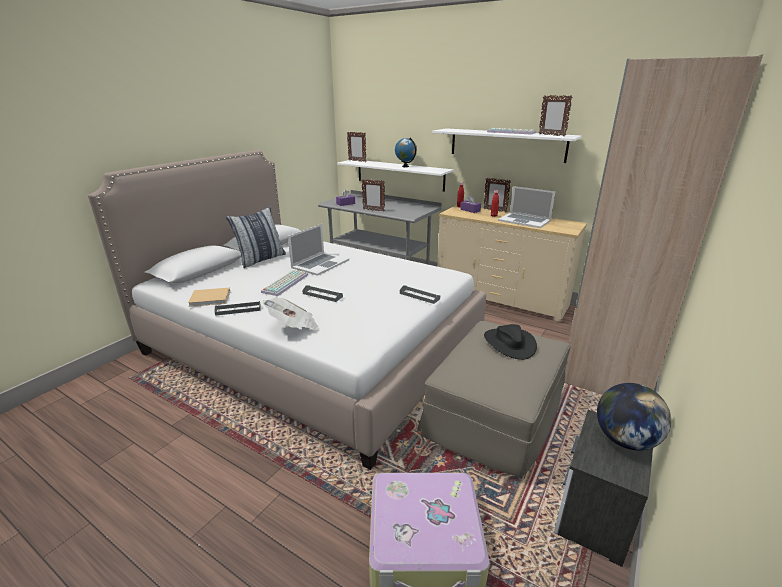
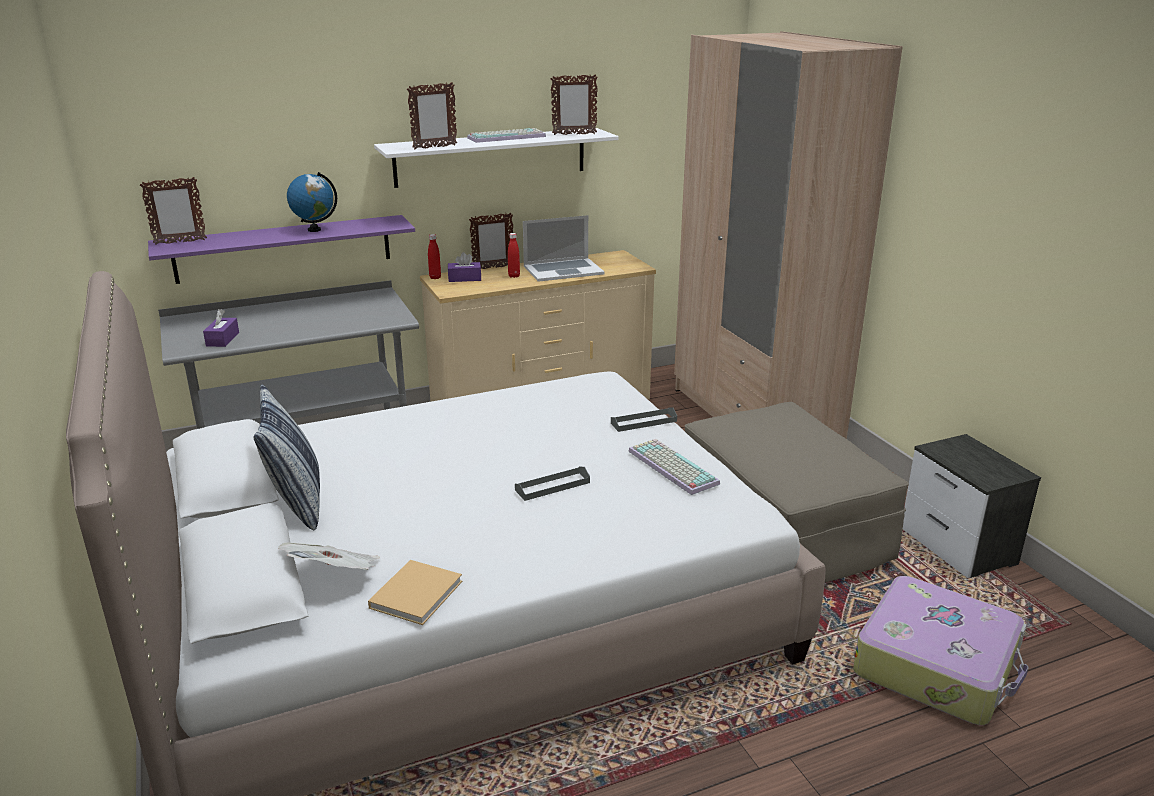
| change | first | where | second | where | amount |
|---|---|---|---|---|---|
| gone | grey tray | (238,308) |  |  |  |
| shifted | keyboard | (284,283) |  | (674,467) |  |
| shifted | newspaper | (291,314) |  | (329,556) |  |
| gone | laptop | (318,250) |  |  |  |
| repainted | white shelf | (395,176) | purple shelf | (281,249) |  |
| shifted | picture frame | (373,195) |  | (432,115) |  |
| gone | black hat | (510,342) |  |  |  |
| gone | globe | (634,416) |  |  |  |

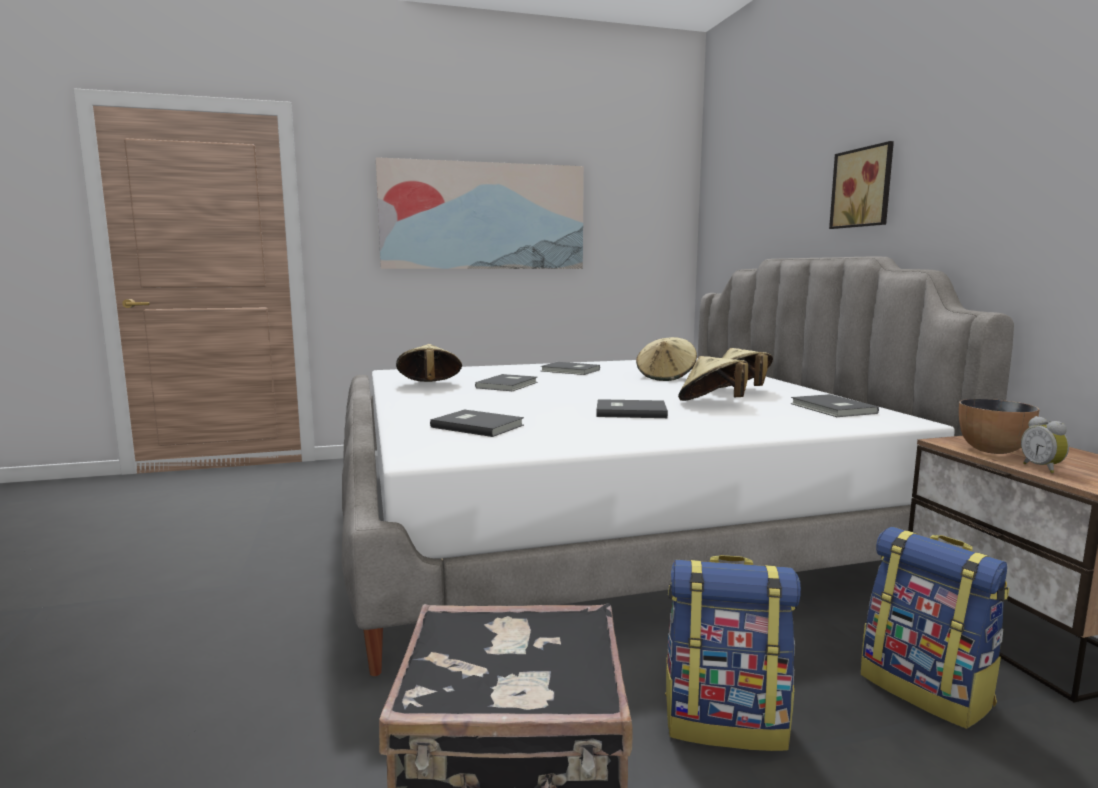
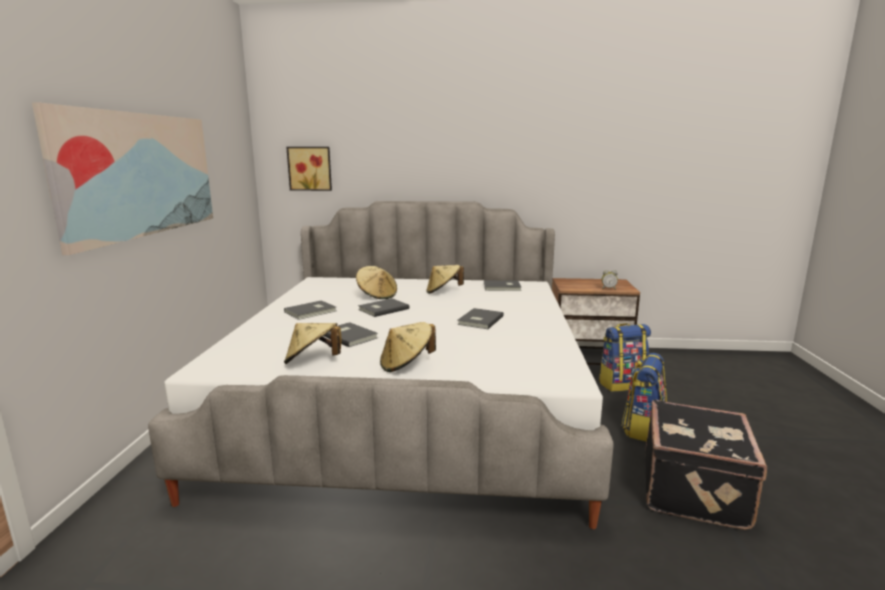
| change | first | where | second | where | amount |
|---|---|---|---|---|---|
| shifted | grey book | (477,423) |  | (383,307) |  |
| shifted | beige hat | (713,378) |  | (408,347) |  |
| shifted | picture | (861,185) |  | (309,169) |  |
| gone | bowl | (999,426) |  |  |  |

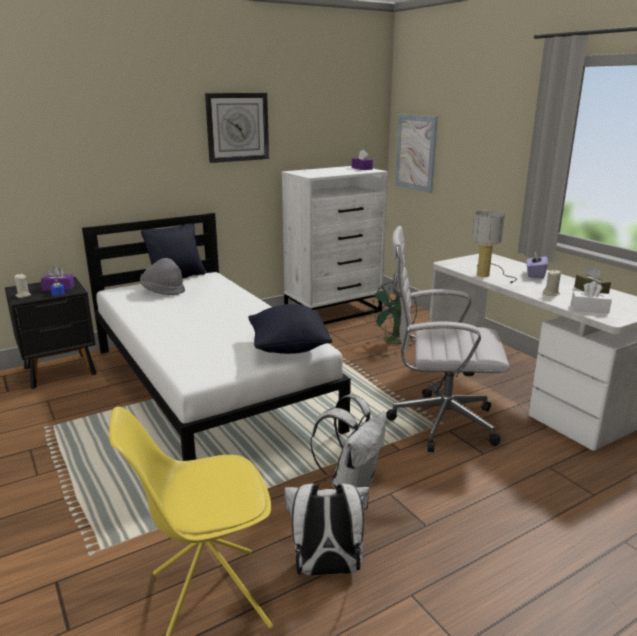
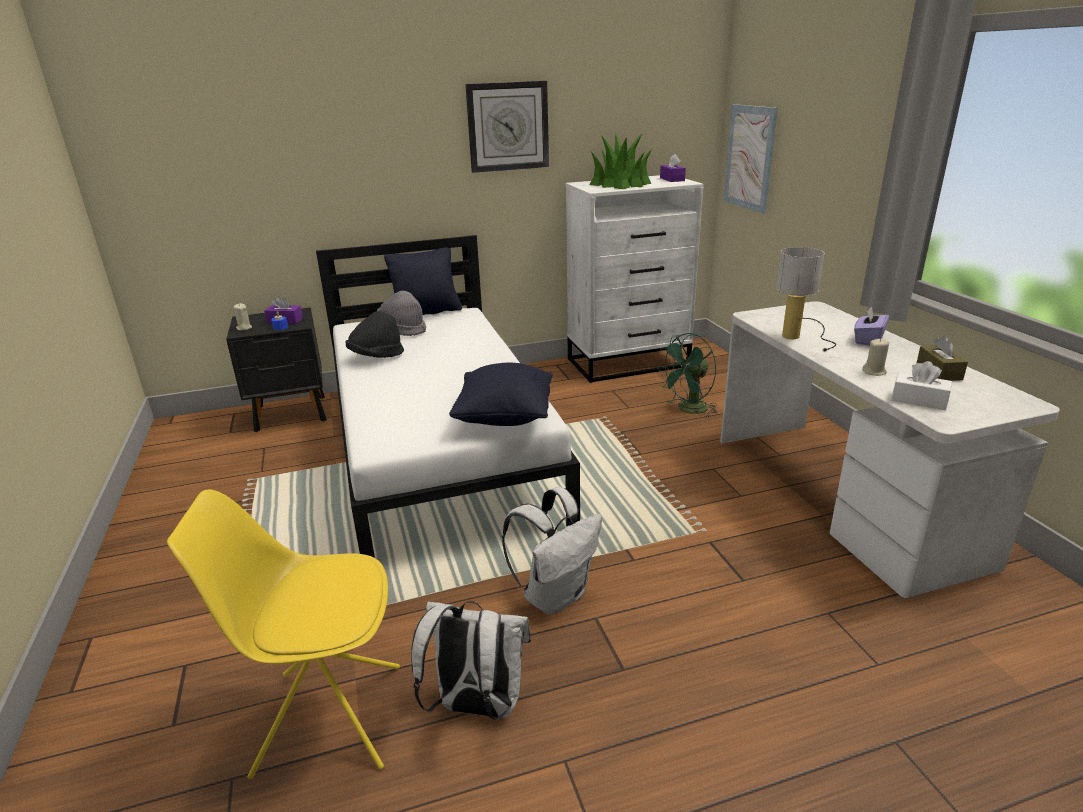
| change | first | where | second | where | amount |
|---|---|---|---|---|---|
| gone | white office chair | (448,339) |  |  |  |
| new |  |  | black hat | (374,334) |  |
| new |  |  | potted plant | (620,161) |  |

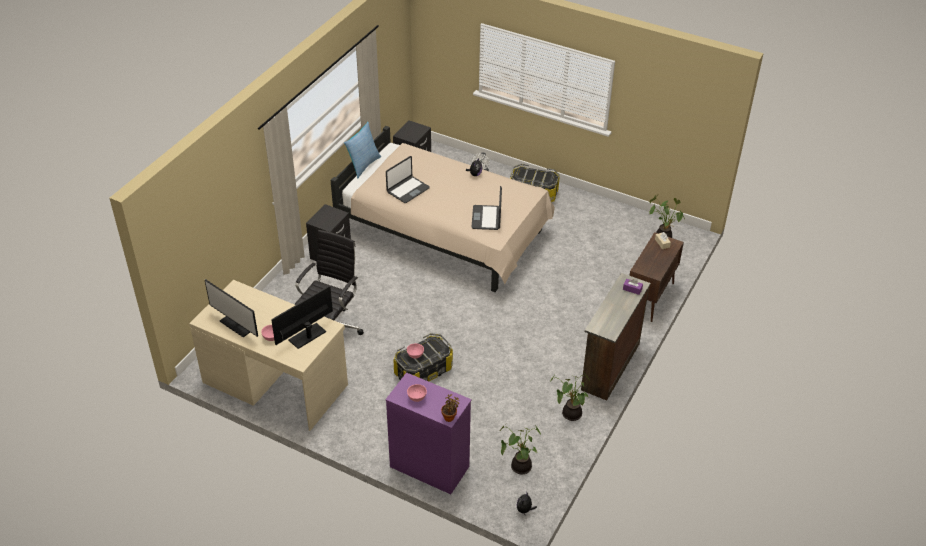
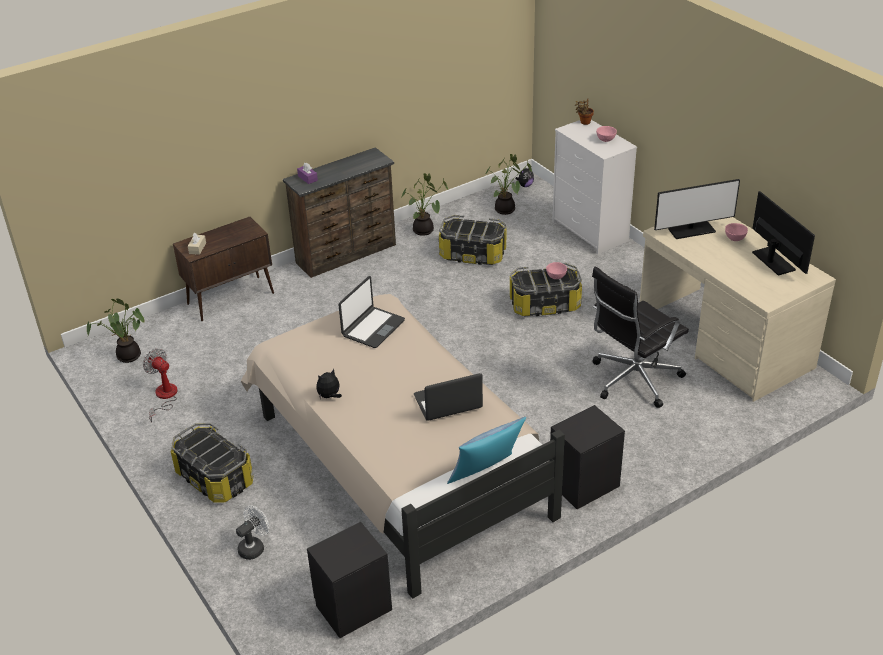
| change | first | where | second | where | amount |
|---|---|---|---|---|---|
| repainted | purple dresser | (428,433) | white dresser | (594,187) |  |
| new |  |  | fan | (160,385) |  |
| new |  |  | storage box | (472,240) |  |

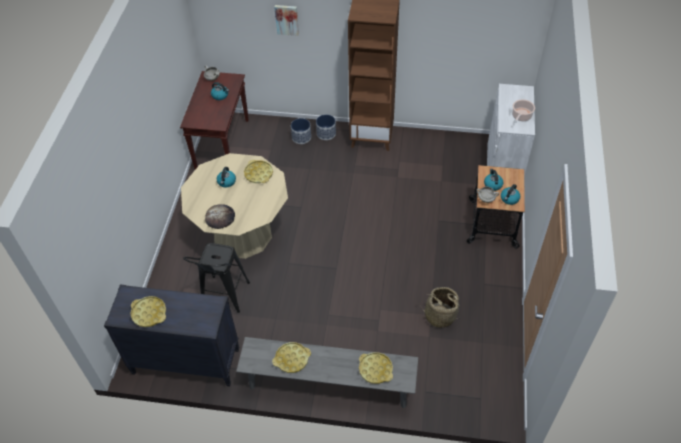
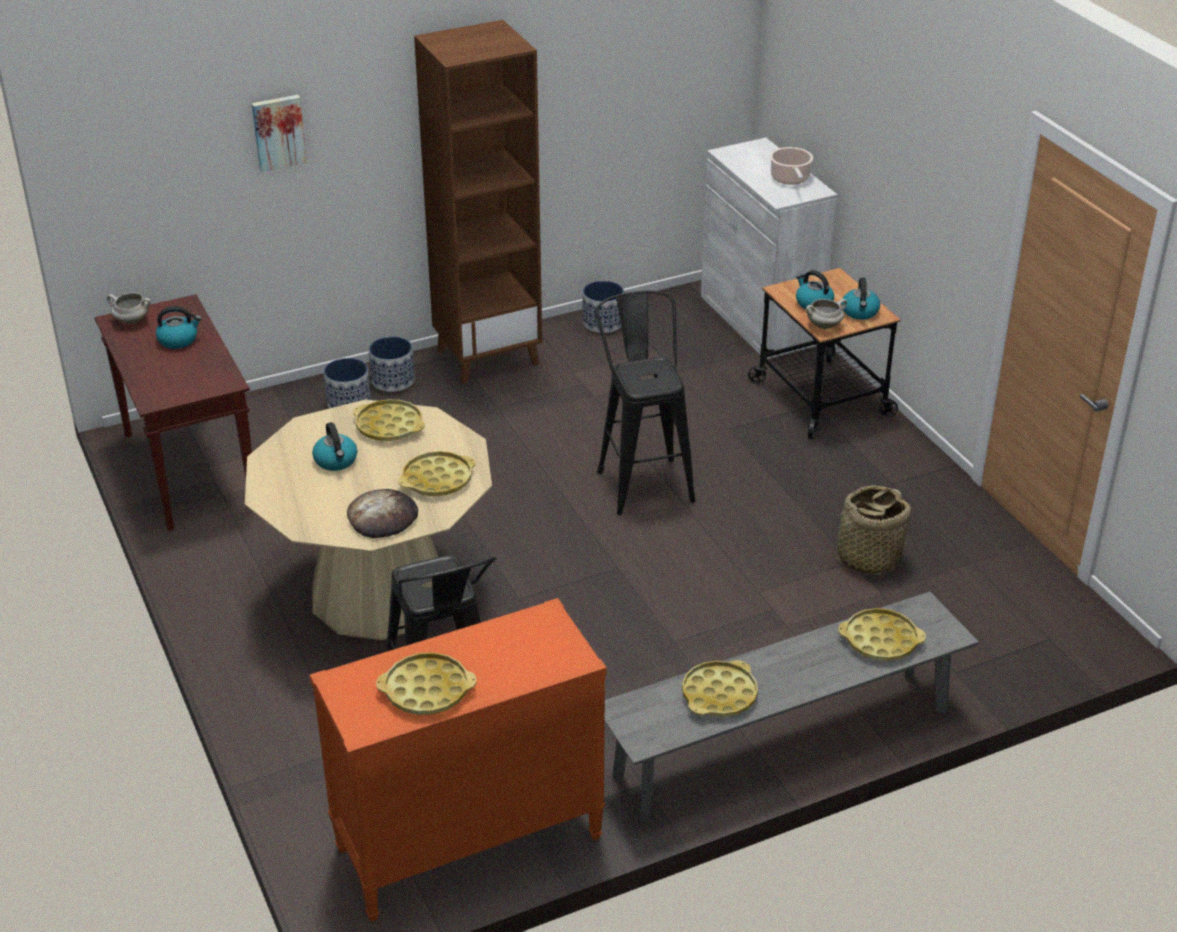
| change | first | where | second | where | amount |
|---|---|---|---|---|---|
| repainted | black dresser | (171,335) | orange dresser | (458,760) |  |
| new |  |  | yellow tray | (436,474) |  |
| new |  |  | planter | (603,307) |  |
| new |  |  | black stool | (645,402) |  |

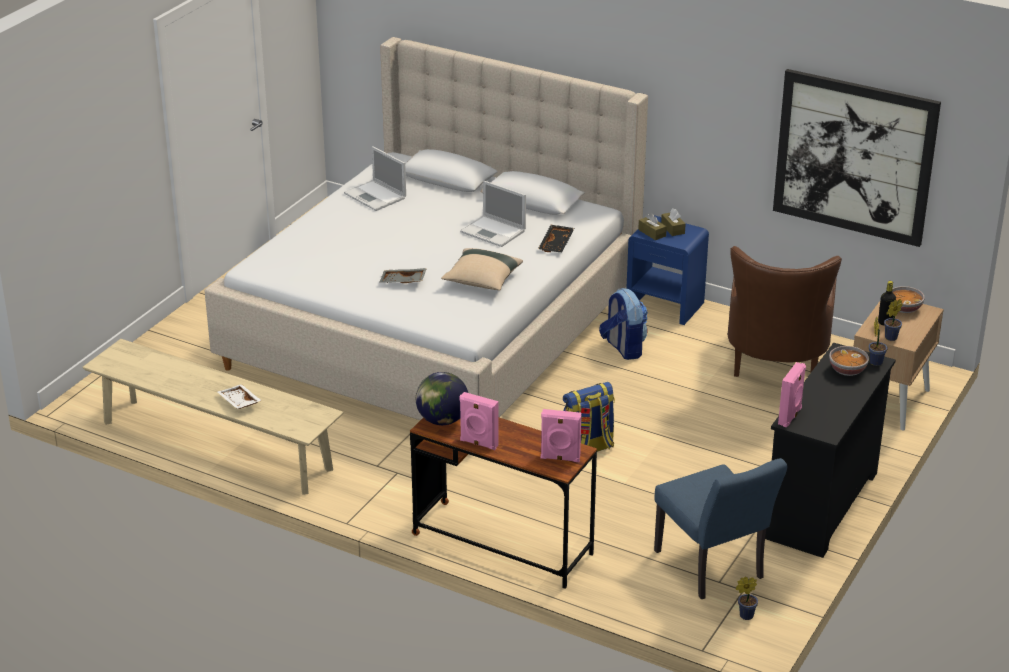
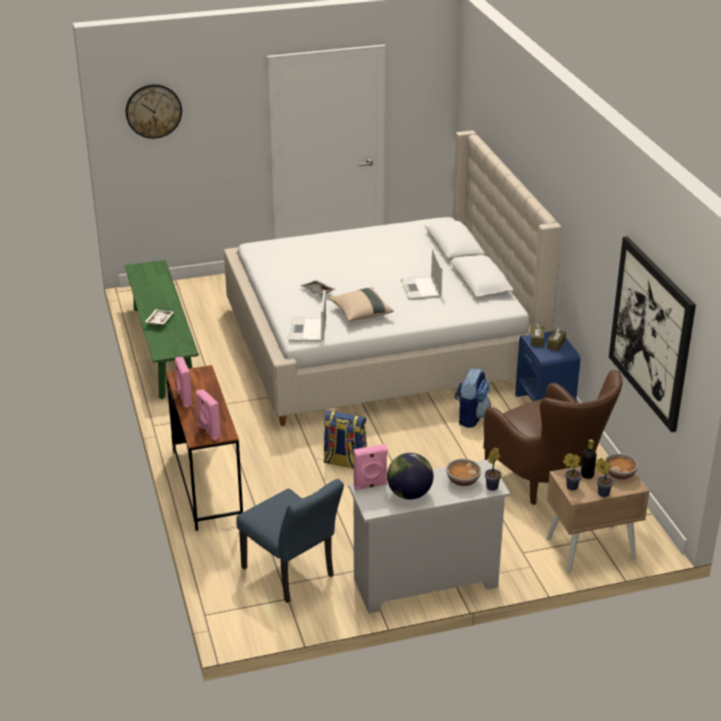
| change | first | where | second | where | amount |
|---|---|---|---|---|---|
| repainted | beige bench | (213,417) | green bench | (162,329) |  |
| shifted | laptop | (375,178) |  | (307,316) |  |
| shifted | globe | (442,398) |  | (410,476) |  |
| gone | black tray | (556,238) |  |  |  |
| rotated | blue chair | (720,528) |  | (290,541) | 60 degrees counterclockwise |
| rotated | brown armchair | (785,311) |  | (553,437) | 90 degrees counterclockwise |
| shifted | potted plant | (747,598) |  | (604,477) |  |
| repainted | black dresser | (830,450) | white dresser | (429,536) |  |
| new |  |  | wall clock | (154,111) |  |

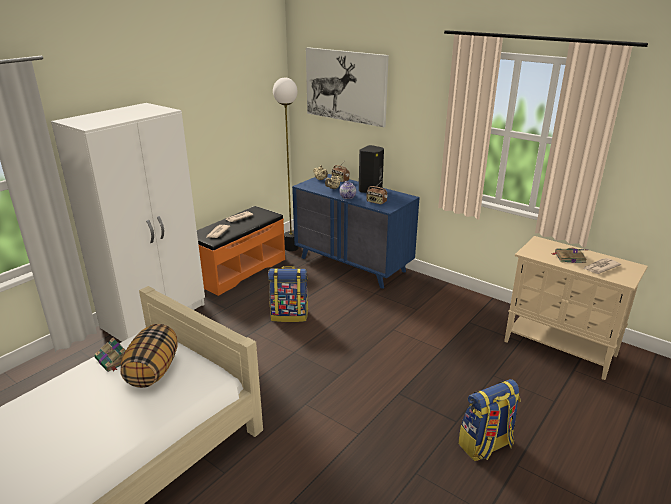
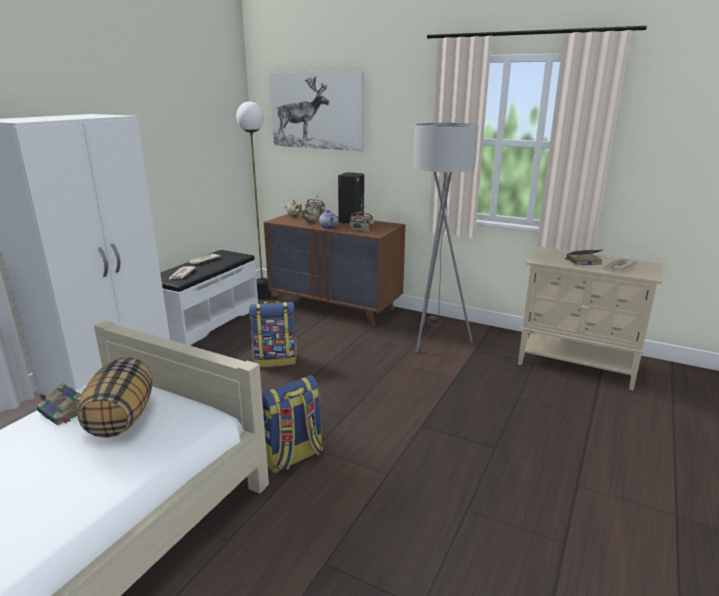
| change | first | where | second | where | amount |
|---|---|---|---|---|---|
| repainted | orange bench | (241,251) | white bench | (209,297) |  |
| repainted | blue dresser | (356,231) | brown dresser | (334,269) |  |
| shifted | backpack | (489,420) |  | (292,424) |  |
| new |  |  | grey floor lamp | (446,237) |  |

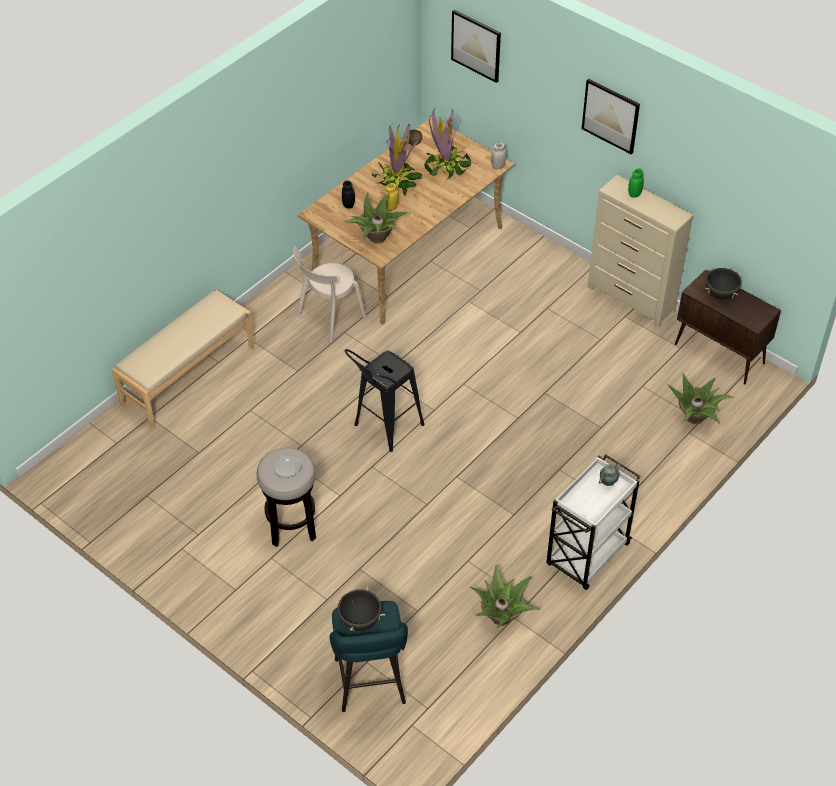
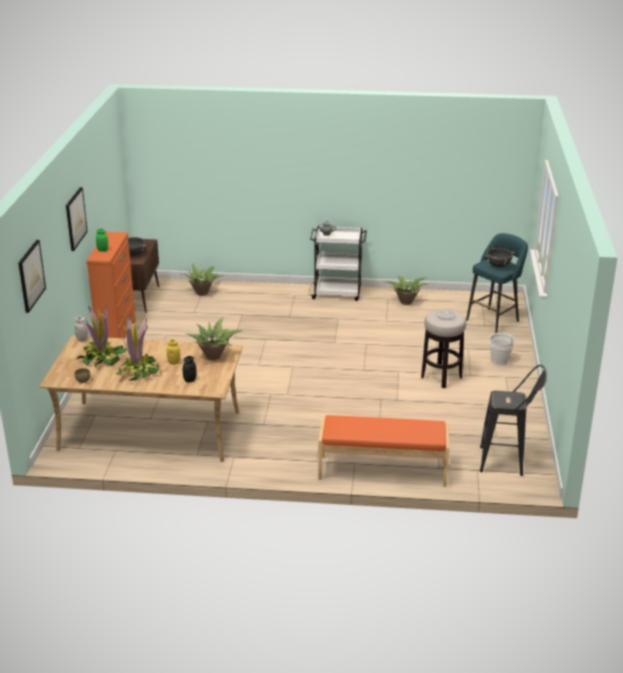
| change | first | where | second | where | amount |
|---|---|---|---|---|---|
| repainted | beige bench | (183,359) | orange bench | (384,451) |  |
| gone | beige chair | (329,294) |  |  |  |
| shifted | black stool | (384,400) |  | (513,420) |  |
| repainted | beige dresser | (641,251) | orange dresser | (111,285) |  |
| new |  |  | white bucket | (502,349) |  |

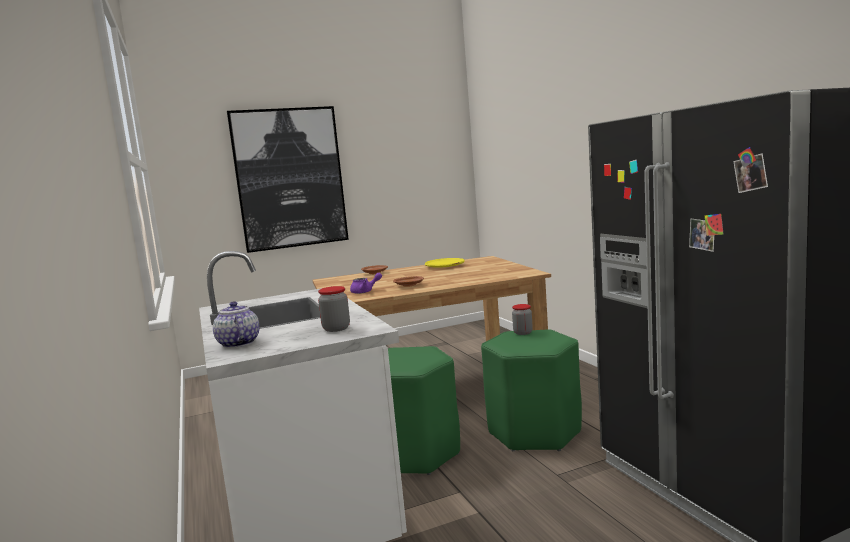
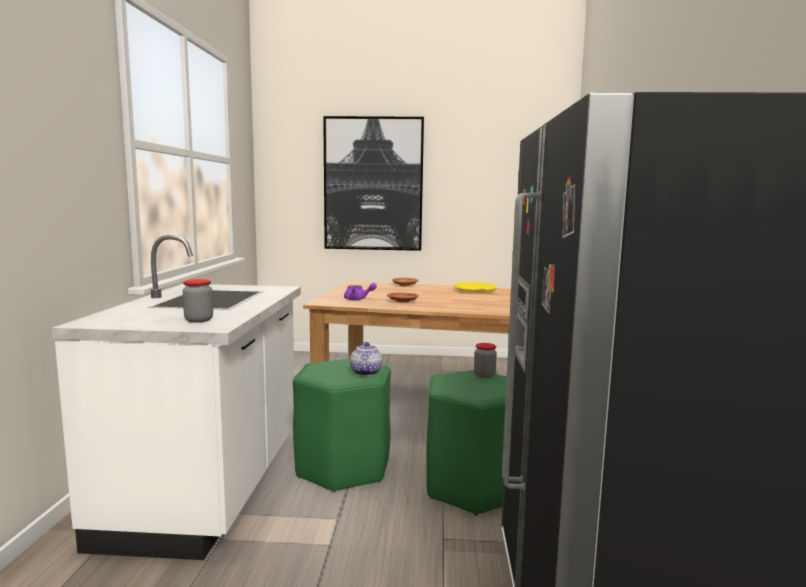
| change | first | where | second | where | amount |
|---|---|---|---|---|---|
| shifted | teapot | (236,324) |  | (366,359) |  |

